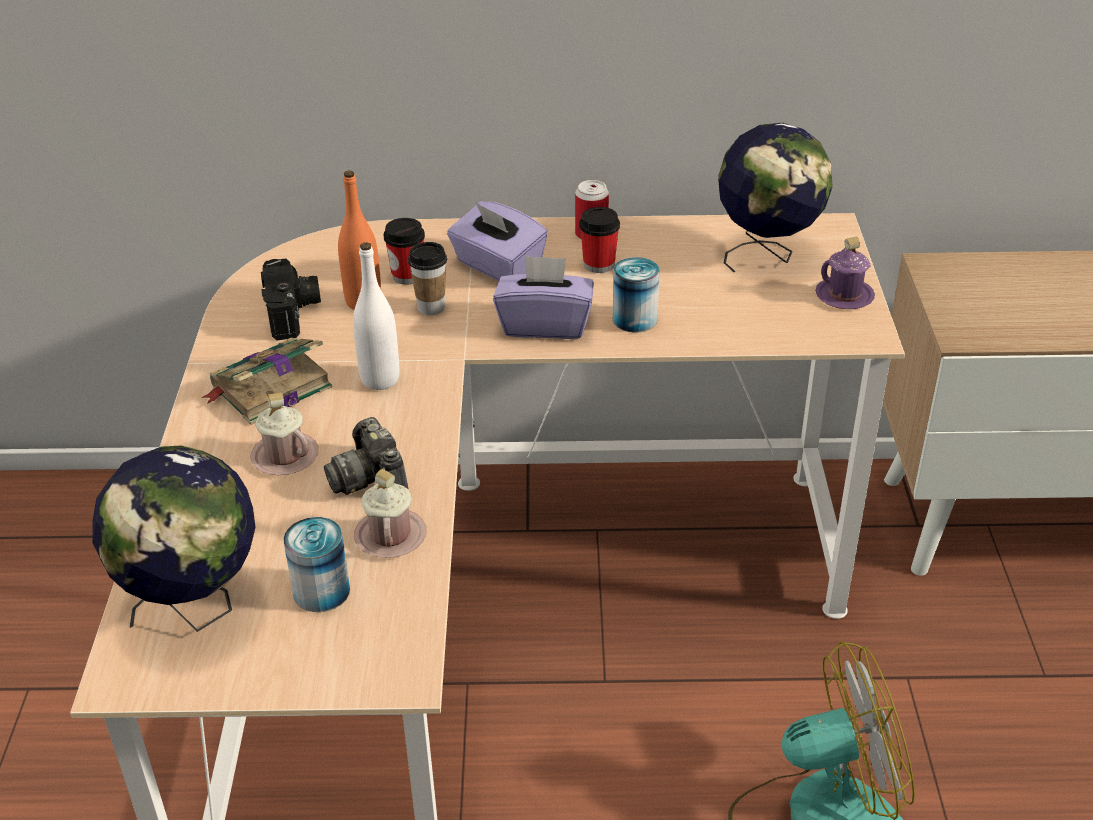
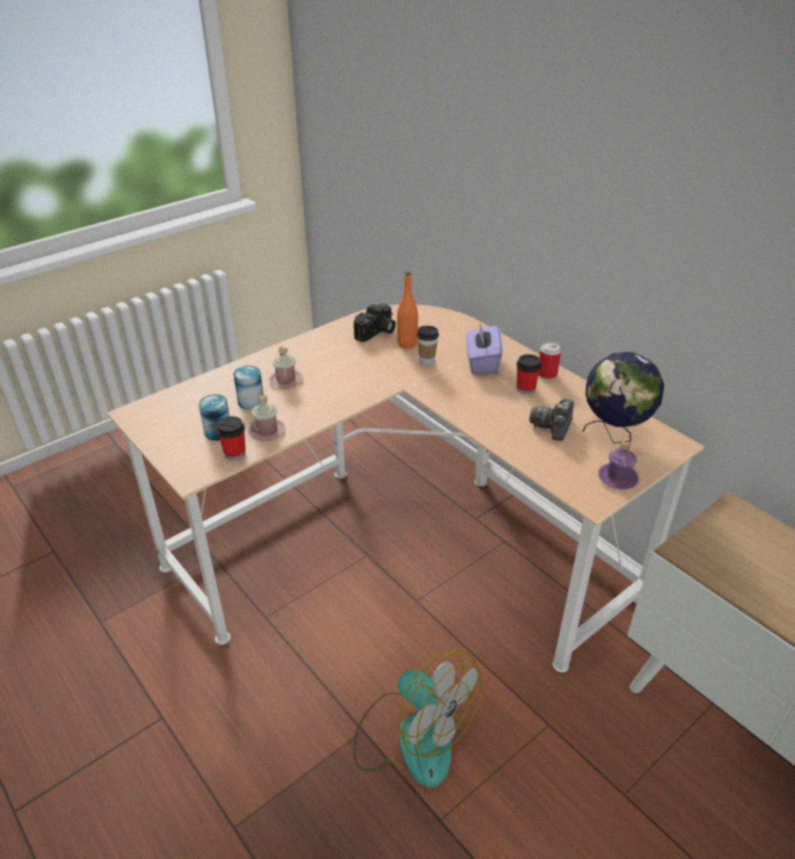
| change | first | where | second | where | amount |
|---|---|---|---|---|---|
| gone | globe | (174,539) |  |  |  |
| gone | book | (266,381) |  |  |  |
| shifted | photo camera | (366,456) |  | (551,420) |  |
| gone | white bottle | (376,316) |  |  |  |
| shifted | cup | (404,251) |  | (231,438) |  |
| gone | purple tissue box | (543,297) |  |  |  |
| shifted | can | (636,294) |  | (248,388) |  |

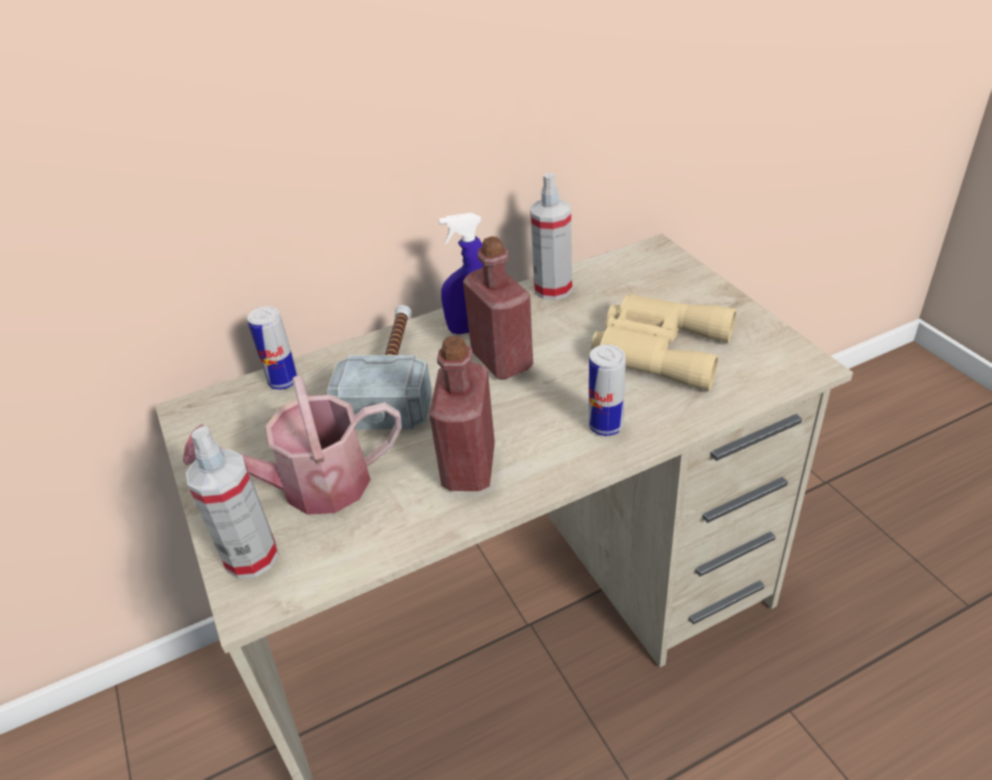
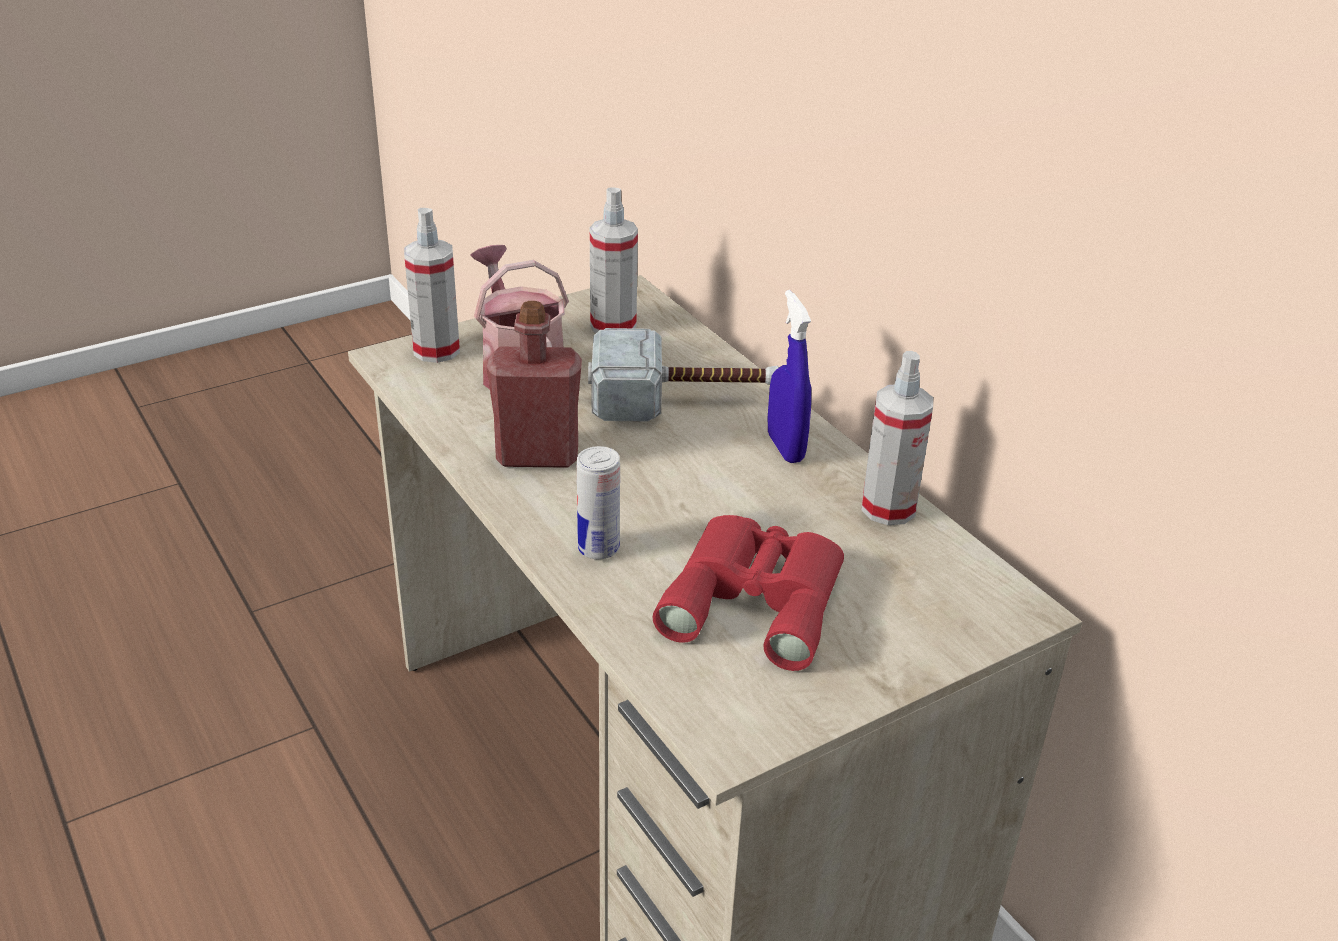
| change | first | where | second | where | amount |
|---|---|---|---|---|---|
| gone | can | (272,348) |  |  |  |
| gone | red bottle | (498,308) |  |  |  |
| repainted | beige binoculars | (663,342) | red binoculars | (748,593) |  |
| new |  |  | spray bottle | (614,260) |  |

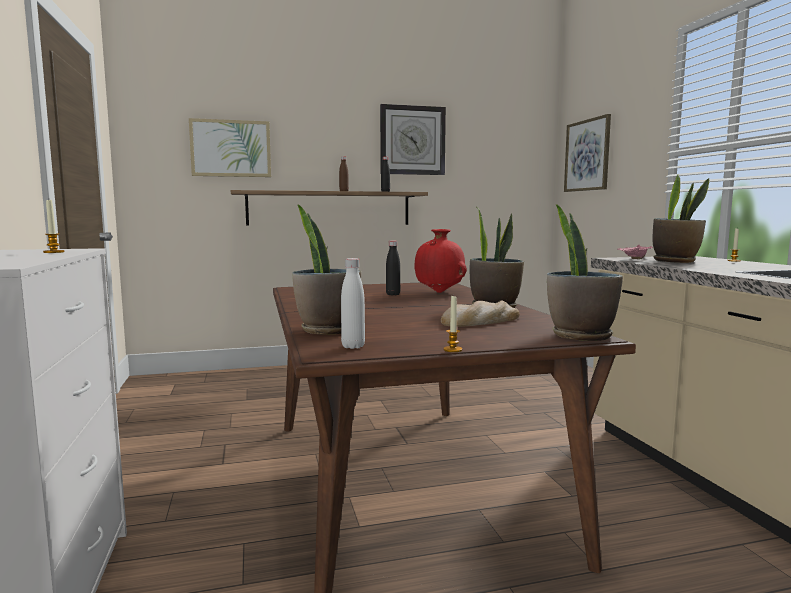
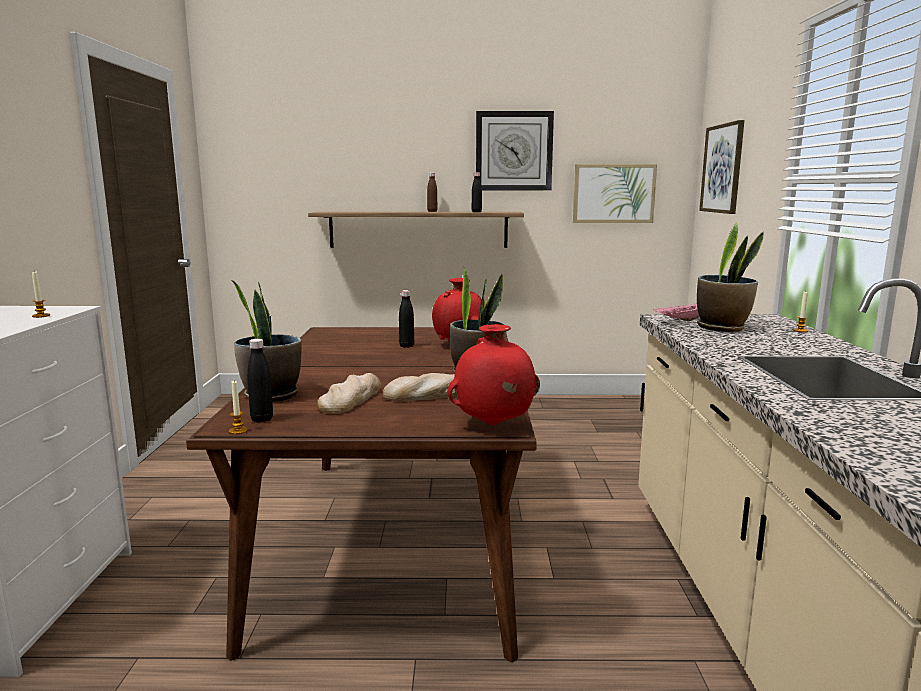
| change | first | where | second | where | amount |
|---|---|---|---|---|---|
| shifted | picture | (230,147) |  | (615,193) |  |
| repainted | white bottle | (353,303) | black bottle | (260,381) |  |
| shifted | candle | (452,324) |  | (238,408) |  |
| swapped | potted plant | (585,272) | red vase | (493,374) |  |
| new |  |  | bread | (349,393) |  |

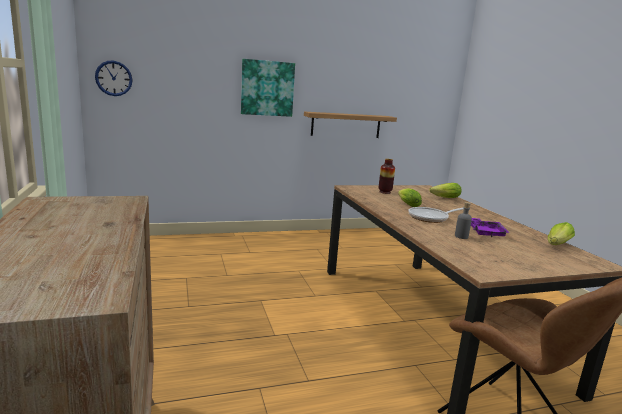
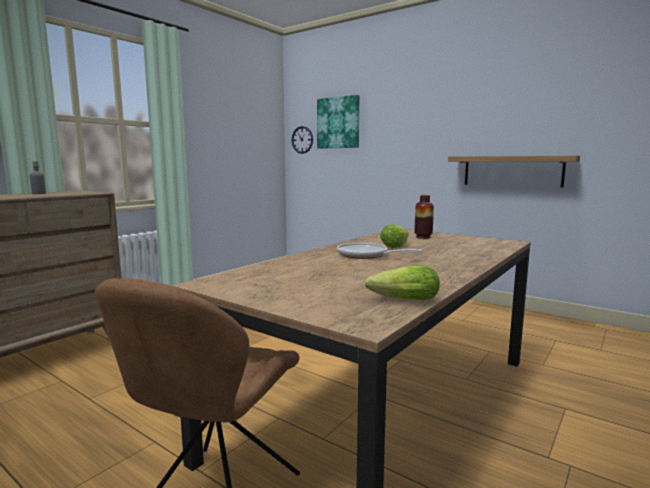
| change | first | where | second | where | amount |
|---|---|---|---|---|---|
| shifted | picture | (268,88) |  | (338,122) |  |
| gone | lettuce | (445,190) |  |  |  |
| shifted | grey bottle | (463,220) |  | (38,177) |  |
| gone | purple tray | (490,227) |  |  |  |

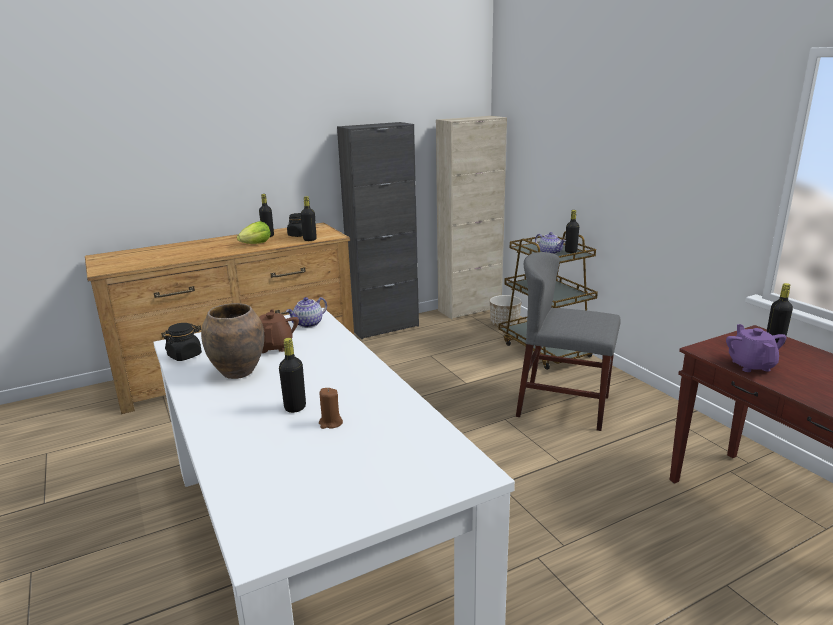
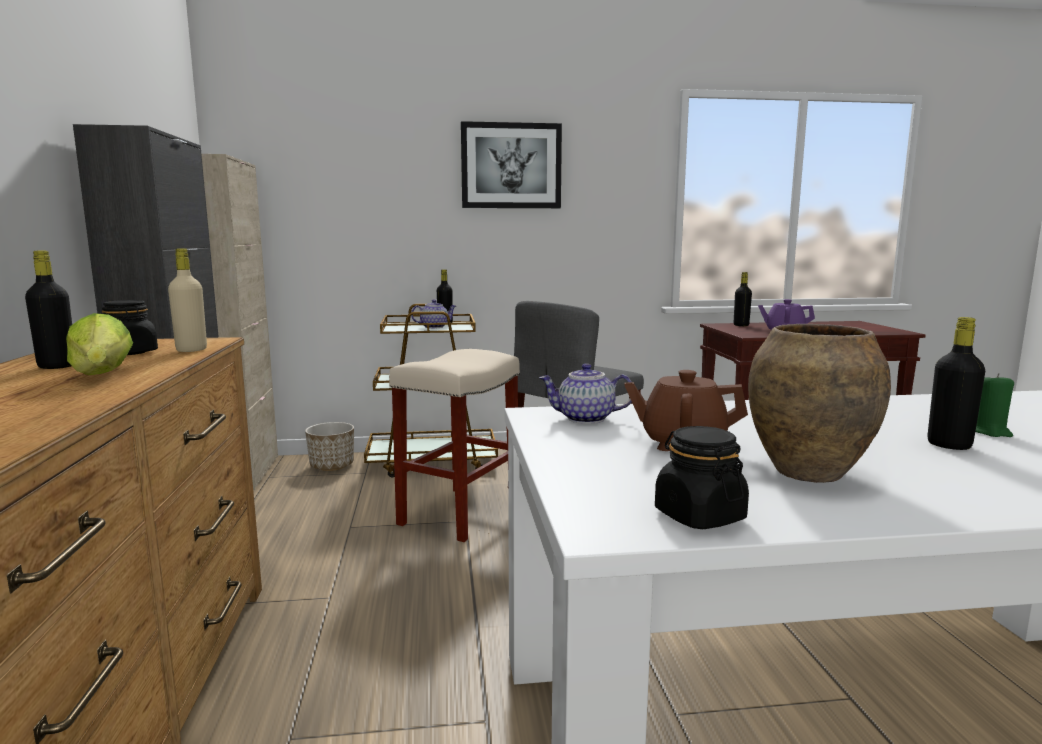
| change | first | where | second | where | amount |
|---|---|---|---|---|---|
| rotated | teapot | (306,312) |  | (585,393) | 120 degrees clockwise |
| repainted | black bottle | (309,218) | beige bottle | (187,300) |  |
| repainted | brown candle | (331,408) | green candle | (994,405) |  |
| new |  |  | beige stool | (454,445) |  |
| new |  |  | picture | (511,164) |  |

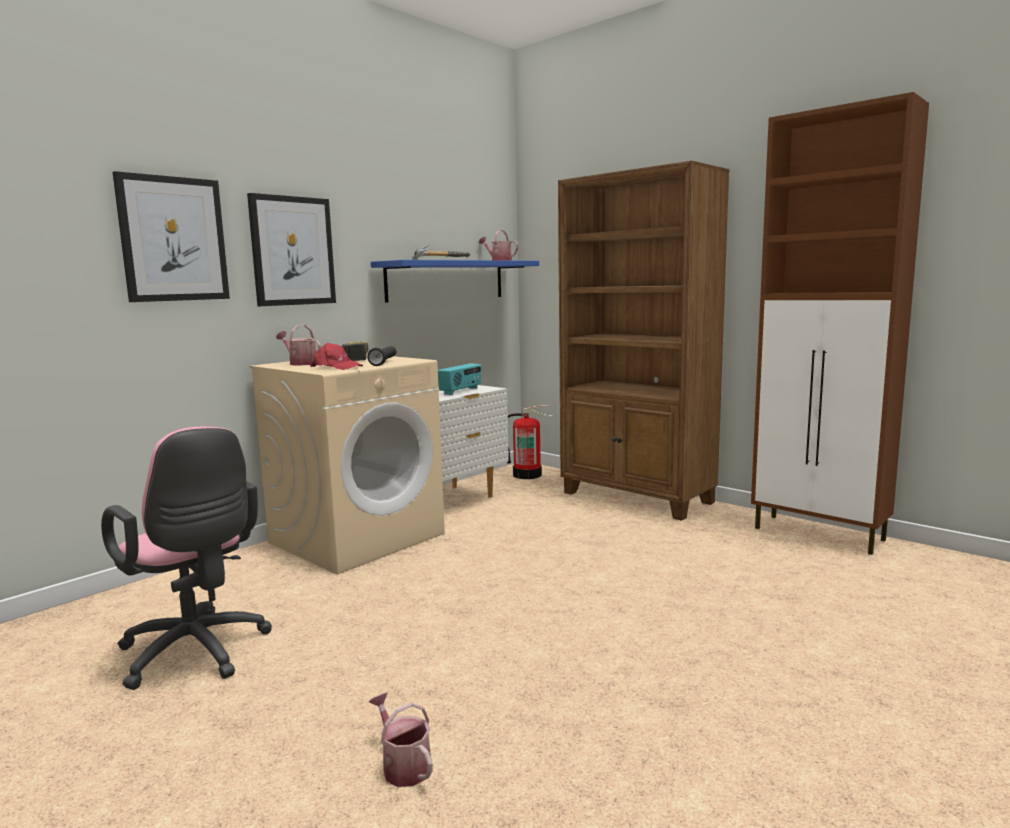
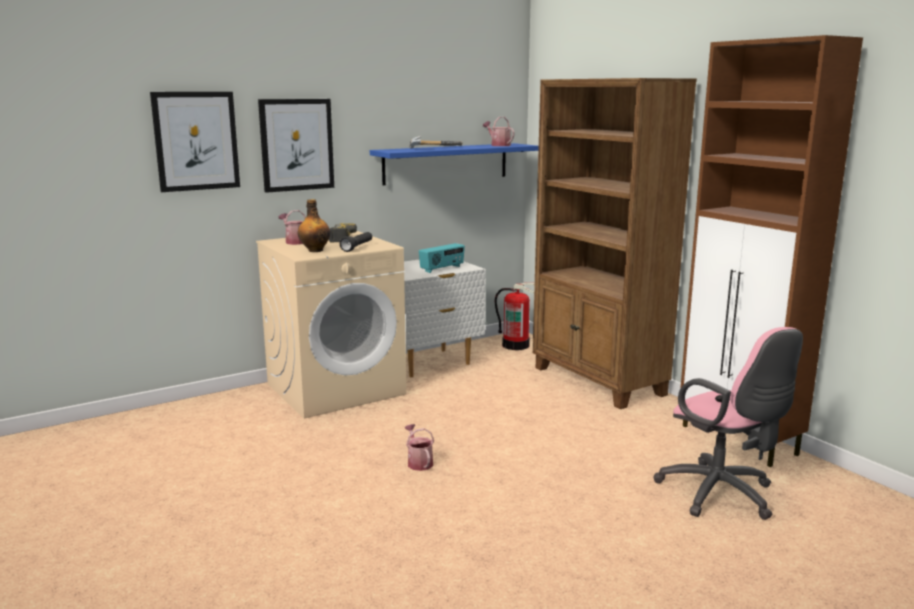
| change | first | where | second | where | amount |
|---|---|---|---|---|---|
| shifted | pink office chair | (186,558) |  | (728,423) |  |
| swapped | red cap | (336,356) | bottle | (314,225) |  |
| shifted | watering can | (400,739) |  | (419,447) |  |

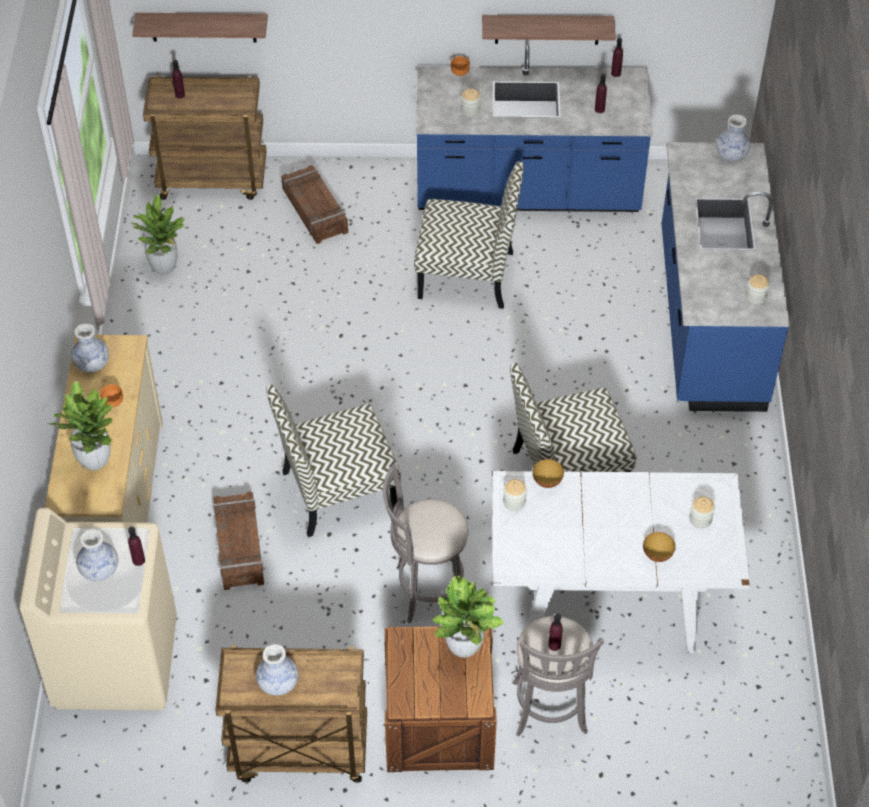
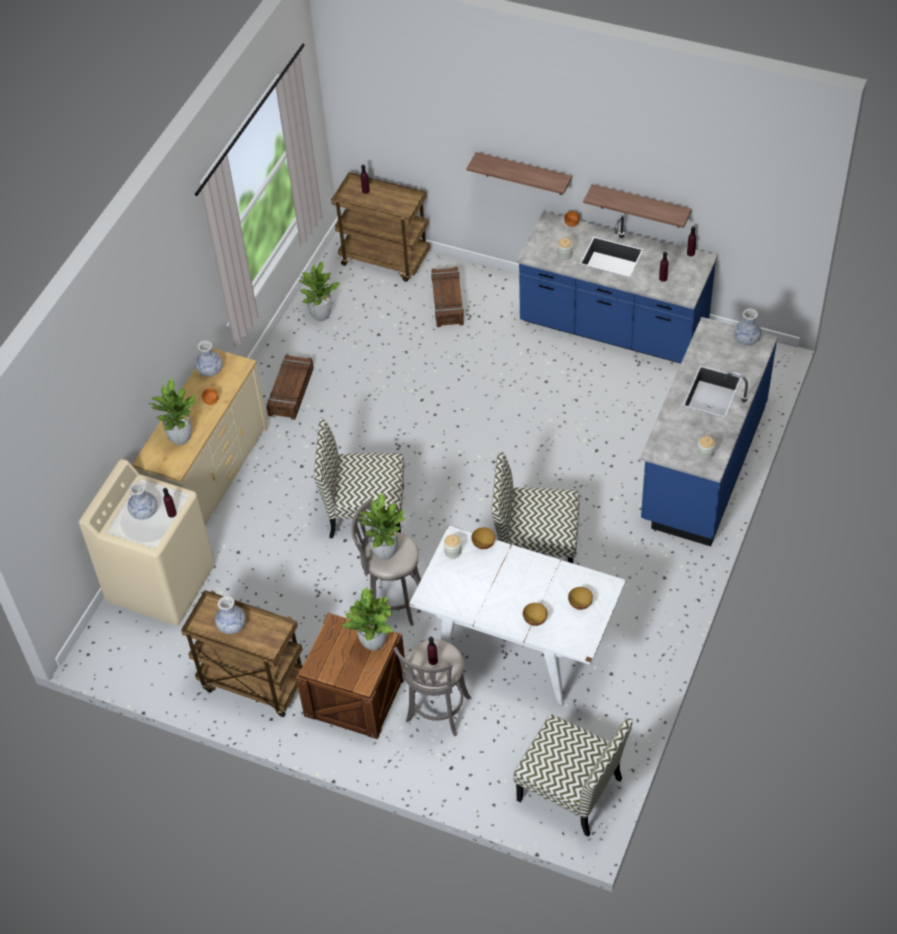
| change | first | where | second | where | amount |
|---|---|---|---|---|---|
| shifted | shelf | (200,27) |  | (519,173) |  |
| shifted | crate | (238,541) |  | (290,387) |  |
| shifted | chair | (469,235) |  | (573,775) |  |
| swapped | jar | (702,512) | bowl | (580,598) |  |
| new |  |  | potted plant | (380,526) |  |

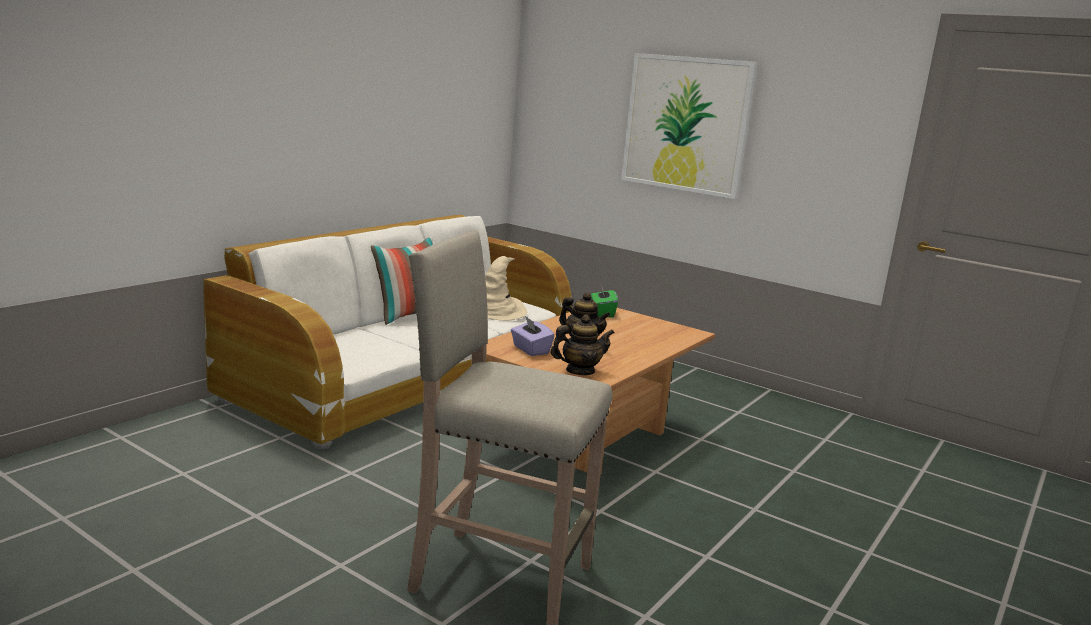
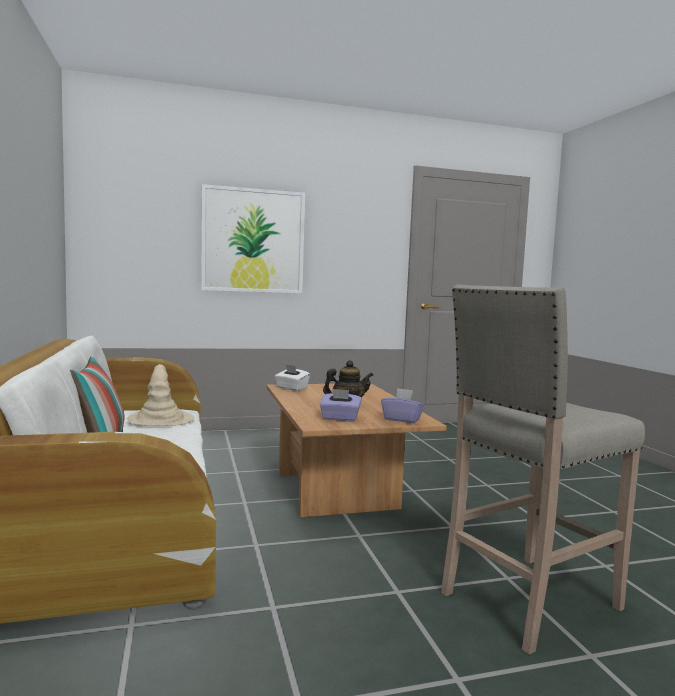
| change | first | where | second | where | amount |
|---|---|---|---|---|---|
| swapped | teapot | (582,345) | purple tissue box | (402,405) |  |
| repainted | green tissue box | (604,300) | white tissue box | (292,377) |  |

